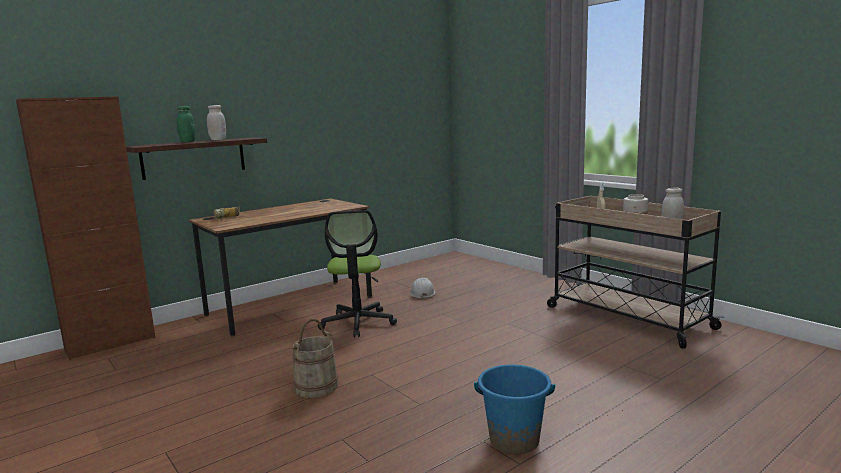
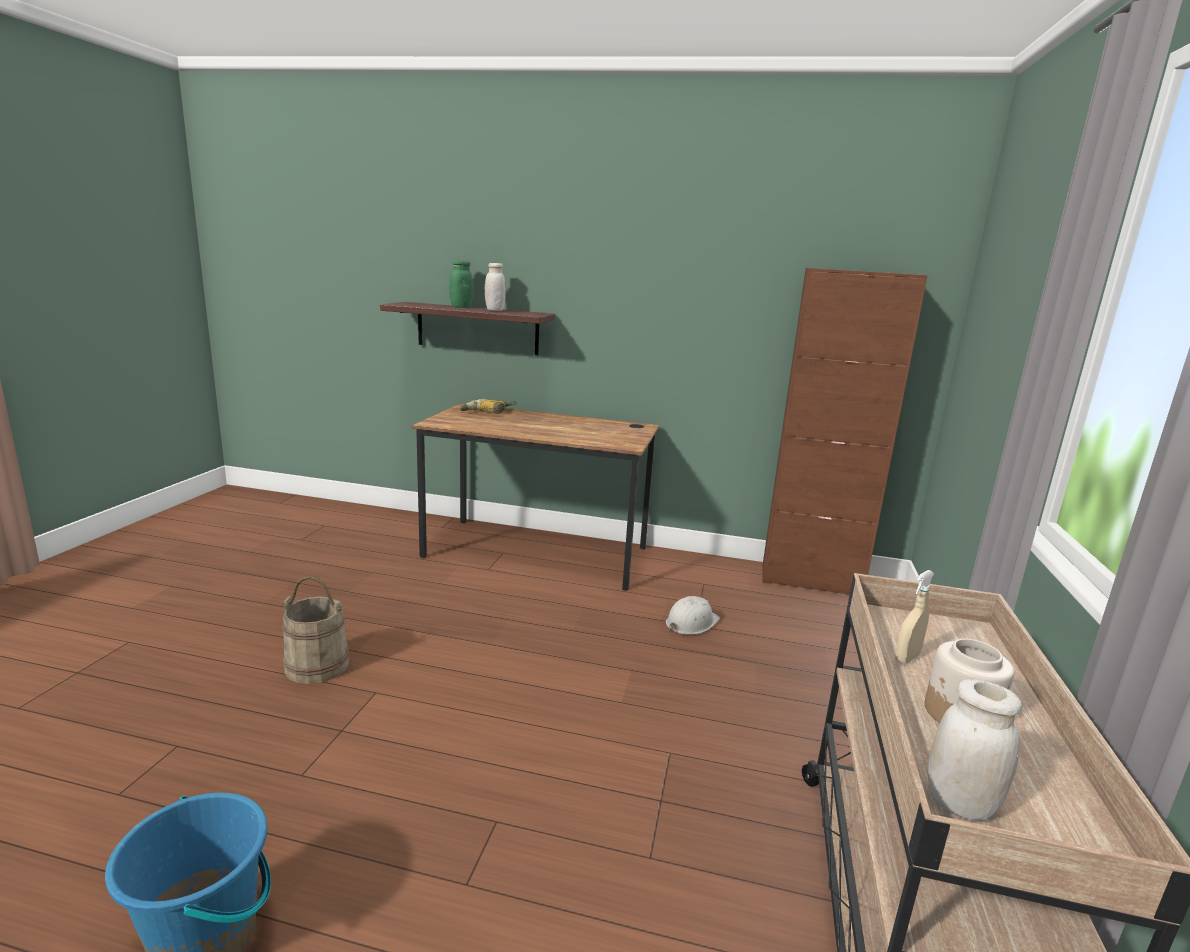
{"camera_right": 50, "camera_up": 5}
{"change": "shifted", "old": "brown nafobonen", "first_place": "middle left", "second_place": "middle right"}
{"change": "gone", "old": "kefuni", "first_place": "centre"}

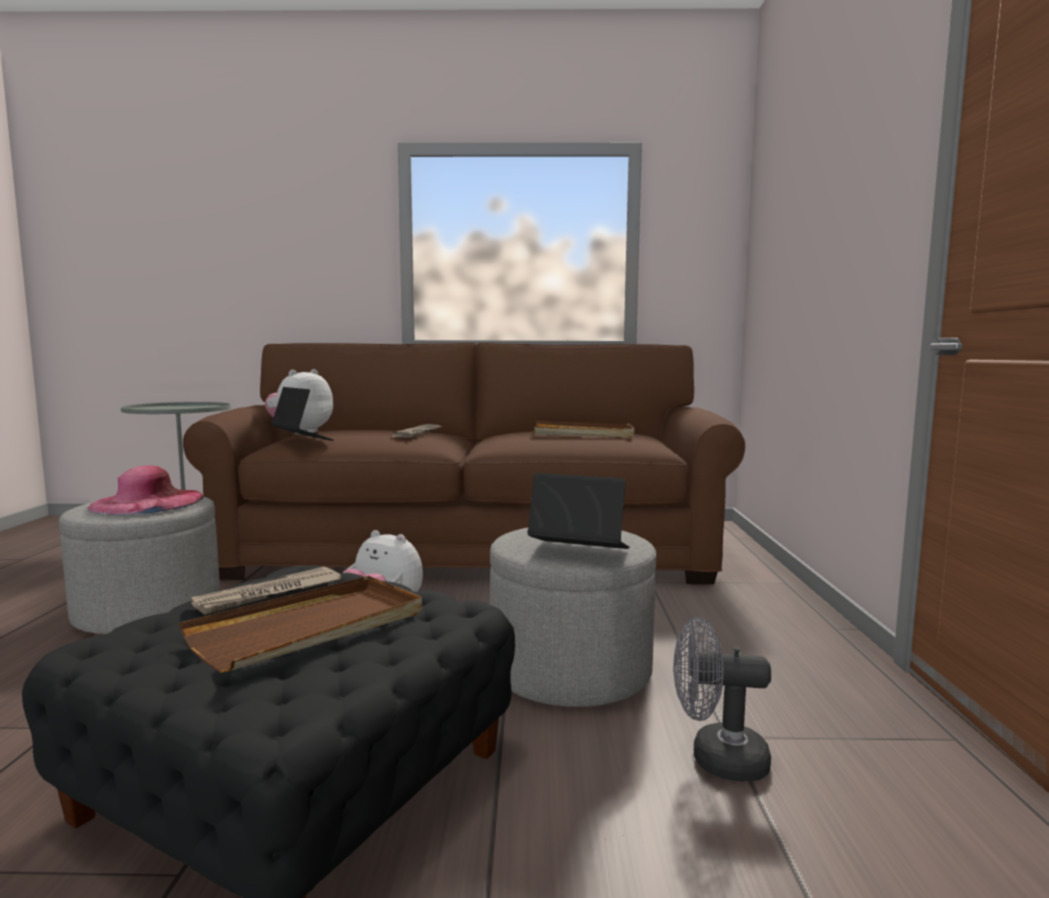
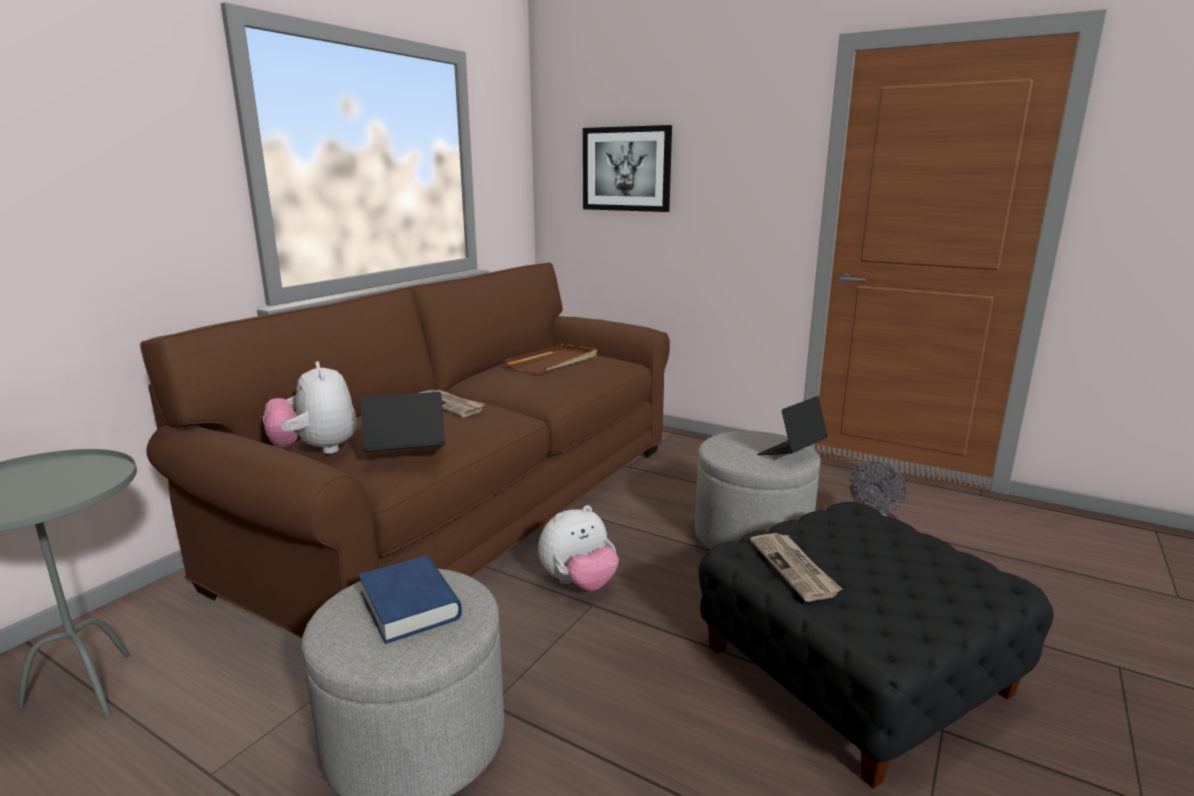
{"camera_right": -60, "camera_up": 10}
{"change": "swapped", "old": "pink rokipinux", "new": "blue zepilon", "first_place": "middle left", "second_place": "bottom centre"}
{"change": "new", "new": "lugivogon", "second_place": "top centre"}
{"change": "gone", "old": "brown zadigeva (no. 1 from left)", "first_place": "bottom left"}

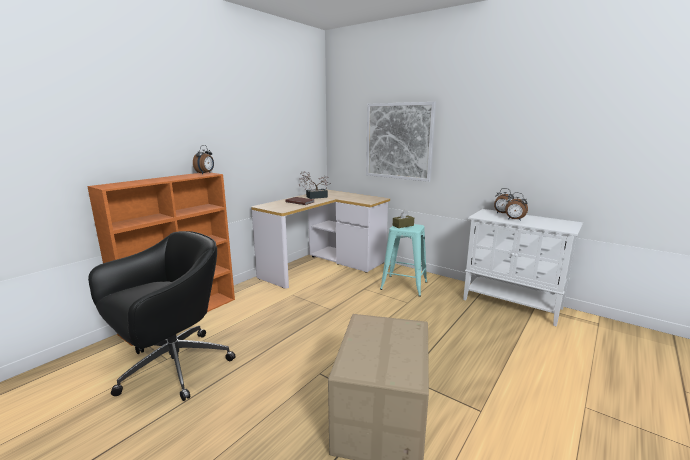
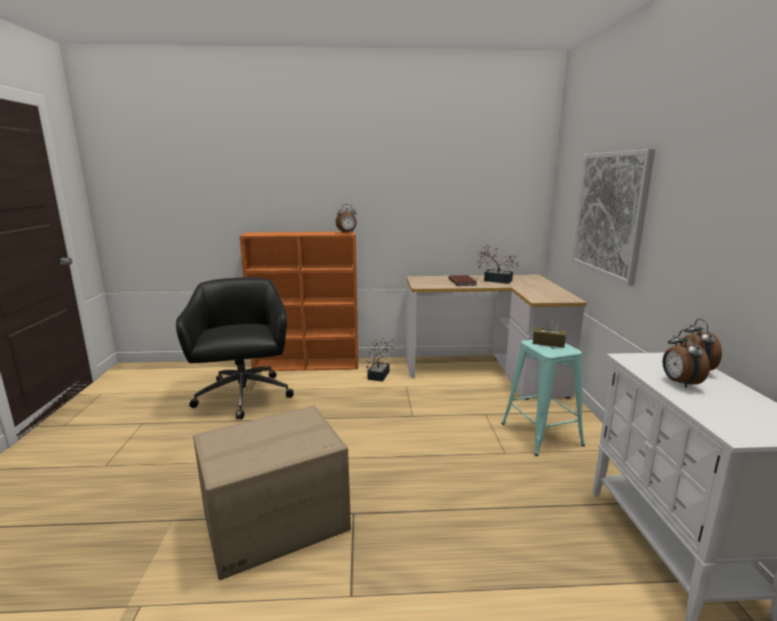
{"camera_right": 50, "camera_up": 0}
{"change": "rotated", "old": "black kefuni", "first_place": "bottom left", "second_place": "middle left", "degrees": -105}
{"change": "new", "new": "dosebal (no. 1 from left)", "second_place": "centre"}

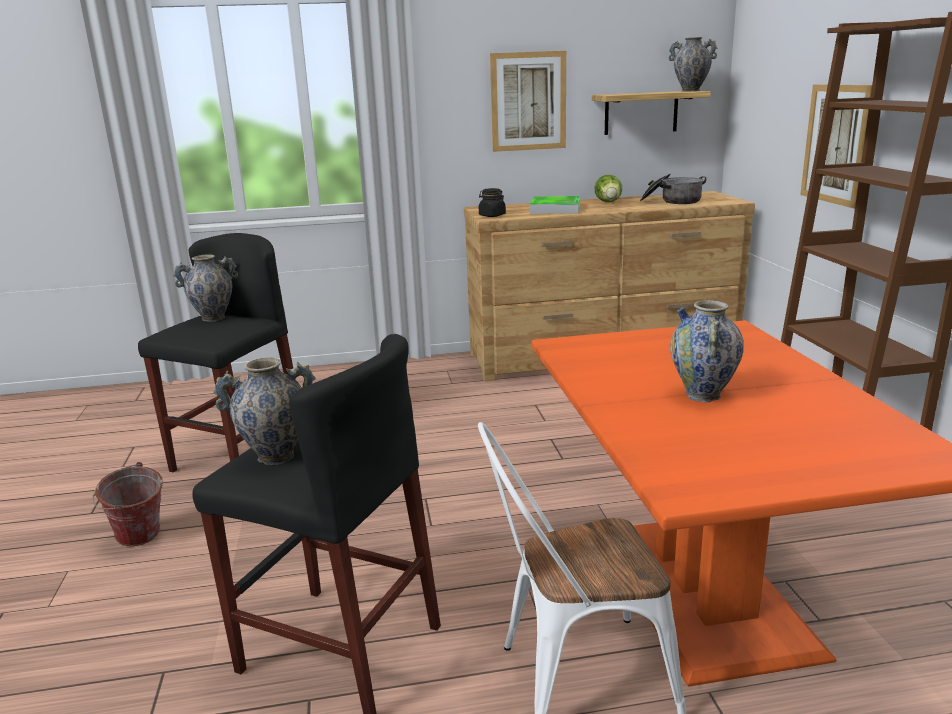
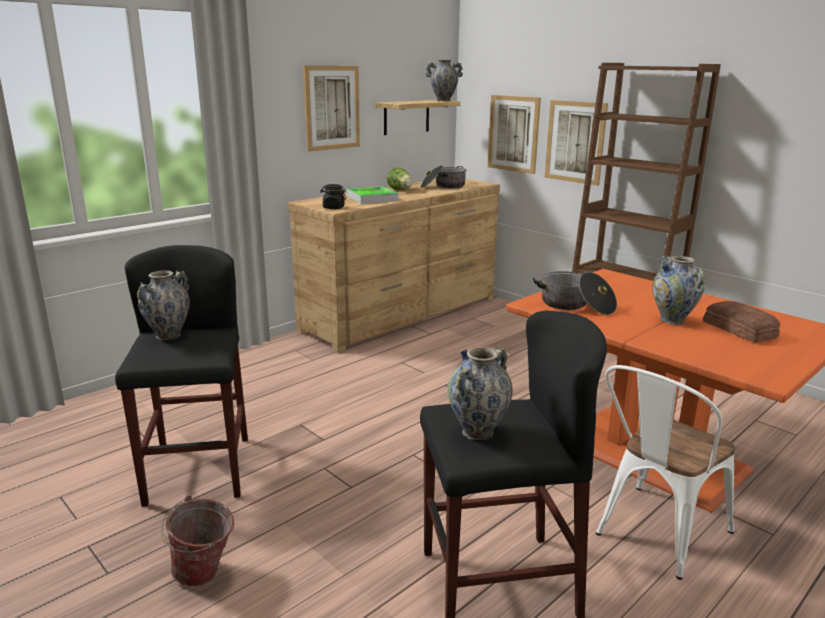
{"camera_right": -35, "camera_up": 0}
{"change": "new", "new": "lugivogon (no. 2 from left)", "second_place": "top centre"}
{"change": "new", "new": "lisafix (no. 2 from left)", "second_place": "middle right"}
{"change": "new", "new": "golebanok", "second_place": "middle right"}

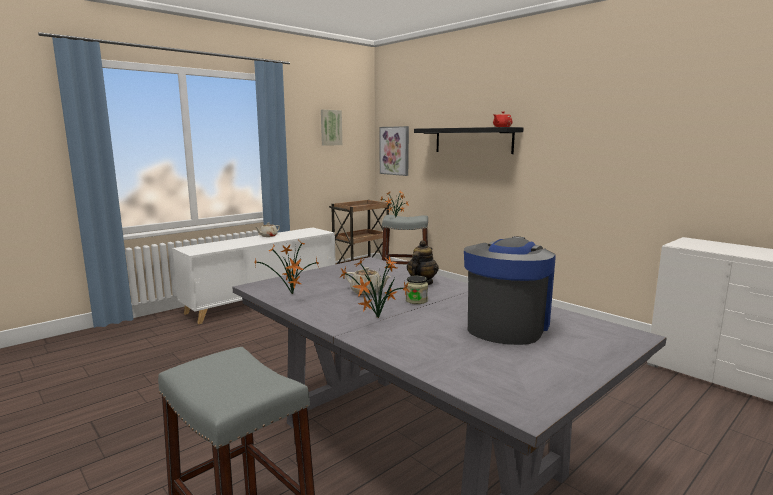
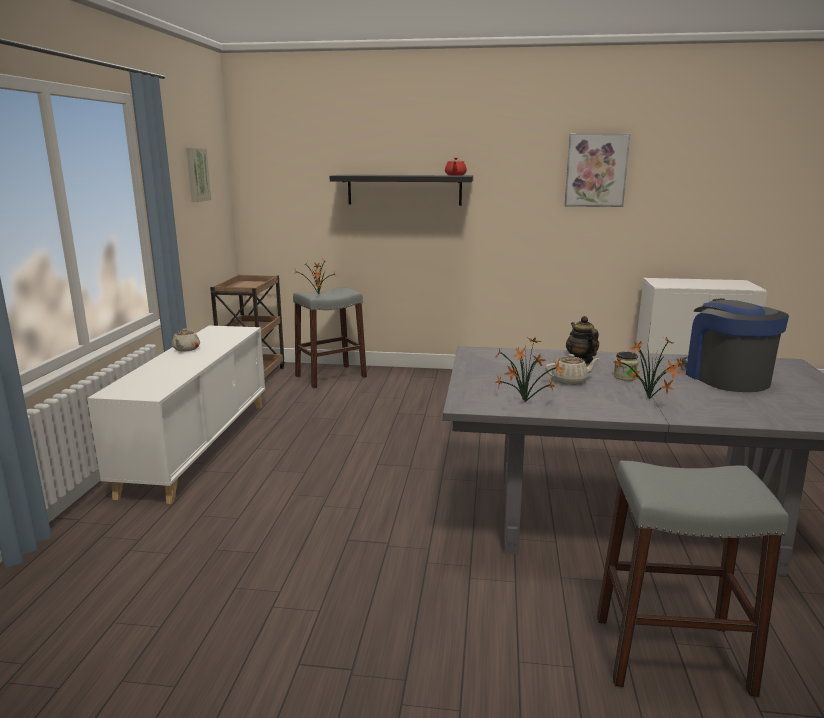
{"camera_right": -40, "camera_up": 5}
{"change": "shifted", "old": "lugivogon (no. 2 from left)", "first_place": "top centre", "second_place": "top right"}

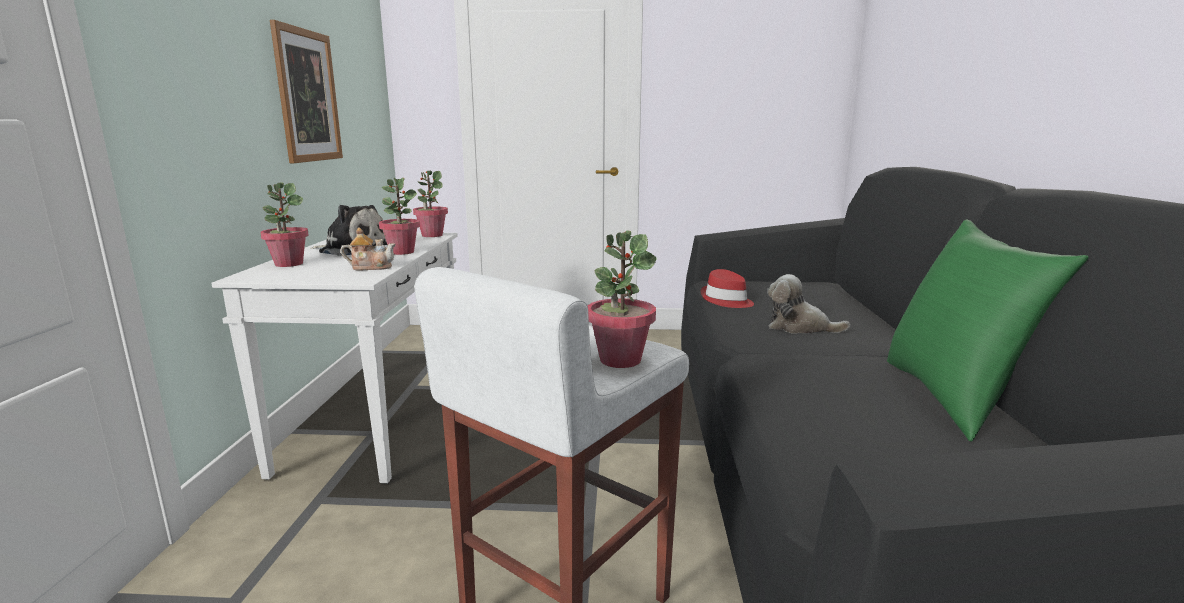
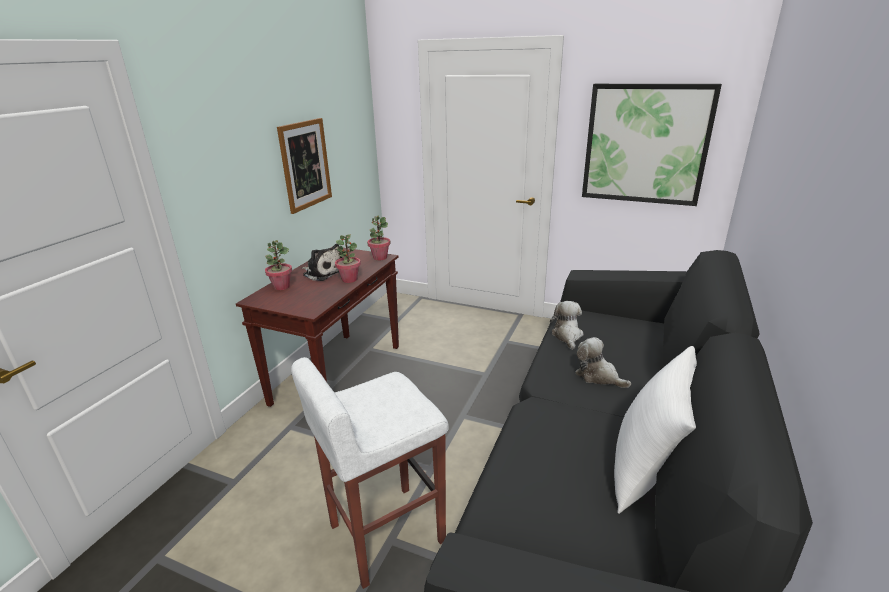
{"camera_right": 20, "camera_up": 10}
{"change": "repainted", "old": "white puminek", "new": "brown puminek", "first_place": "middle left", "second_place": "centre"}
{"change": "swapped", "old": "red rokipinux", "new": "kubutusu (no. 2 from left)", "first_place": "centre", "second_place": "centre"}
{"change": "new", "new": "lugivogon (no. 2 from left)", "second_place": "top right"}
{"change": "repainted", "old": "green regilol", "new": "white regilol", "first_place": "middle right", "second_place": "bottom right"}
{"change": "gone", "old": "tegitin", "first_place": "middle left"}
{"change": "gone", "old": "dosebal (no. 4 from left)", "first_place": "centre"}

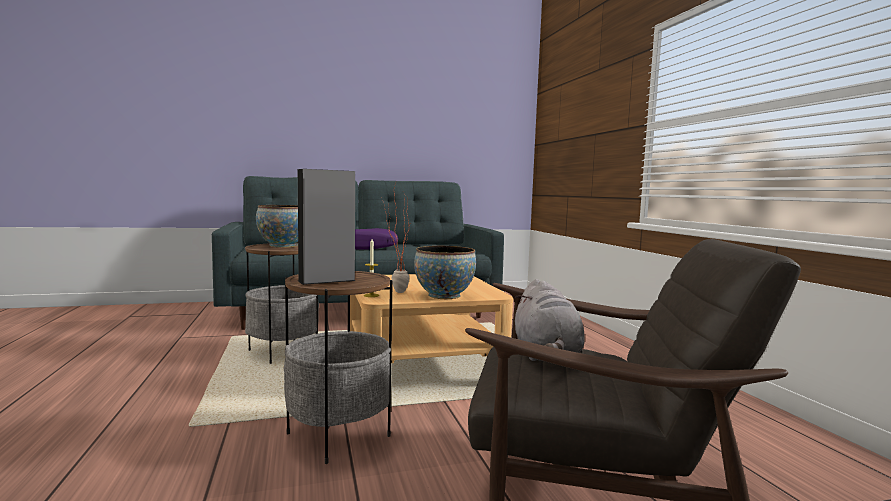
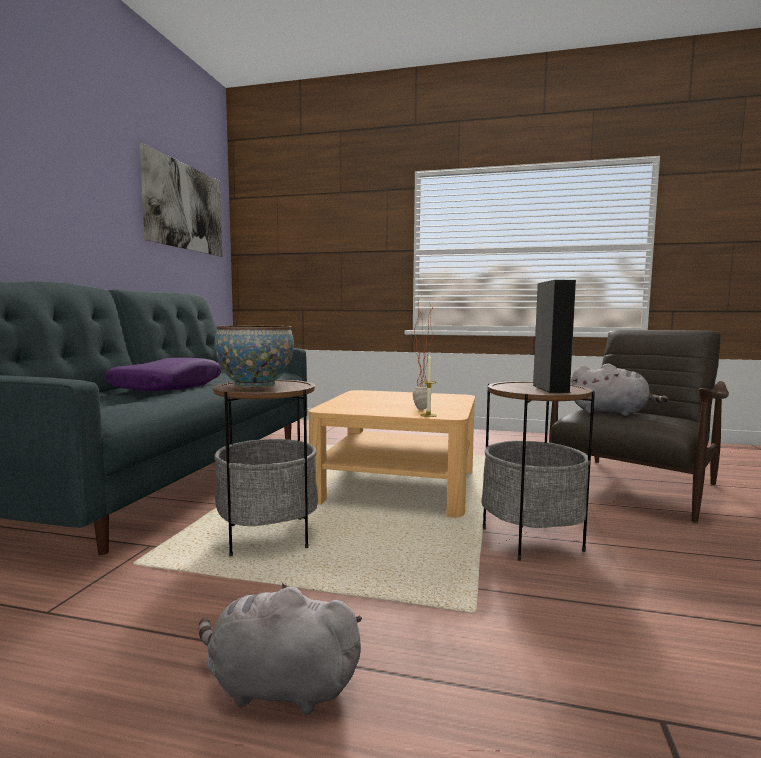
{"camera_right": -60, "camera_up": 0}
{"change": "new", "new": "lugivogon", "second_place": "top left"}
{"change": "new", "new": "grey kubutusu (no. 1 from left)", "second_place": "bottom centre"}
{"change": "gone", "old": "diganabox (no. 2 from left)", "first_place": "centre"}

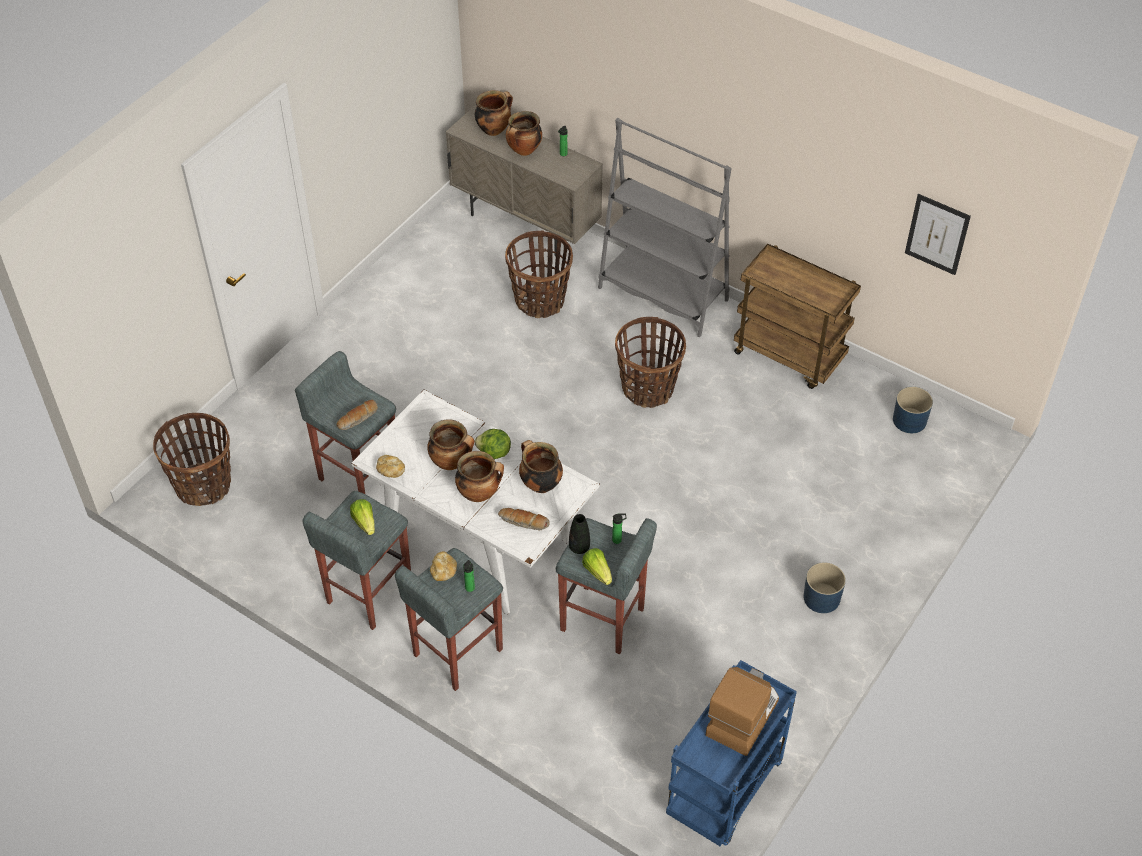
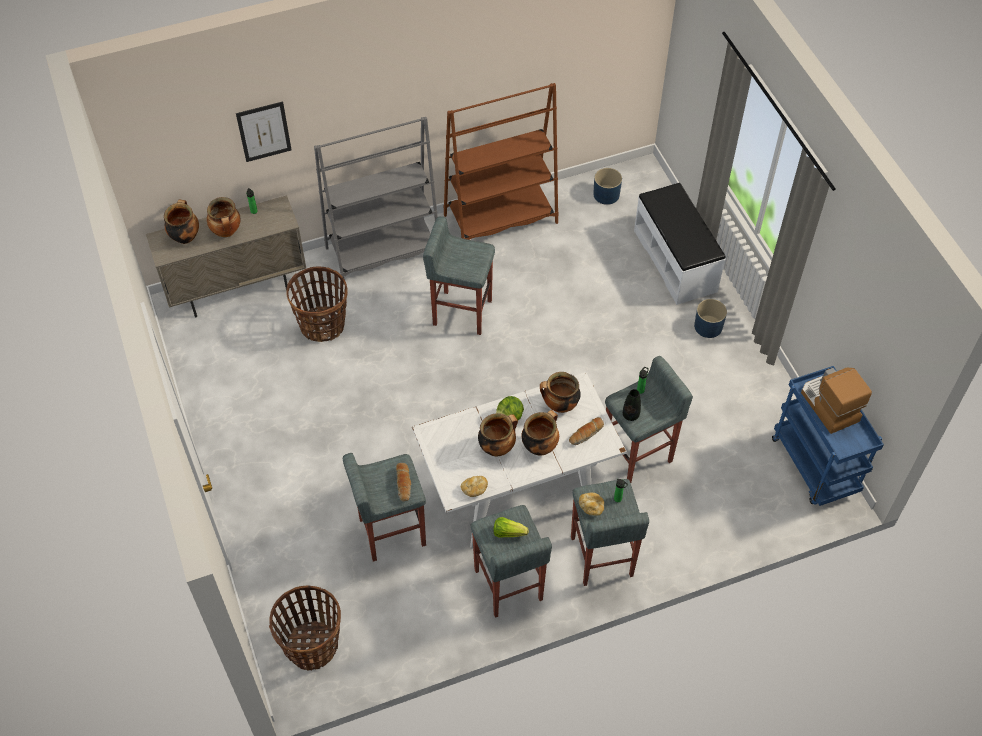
{"camera_right": -55, "camera_up": 5}
{"change": "shifted", "old": "lugivogon", "first_place": "top right", "second_place": "top left"}
{"change": "swapped", "old": "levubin (no. 3 from left)", "new": "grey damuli (no. 2 from left)", "first_place": "centre", "second_place": "centre"}
{"change": "swapped", "old": "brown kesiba", "new": "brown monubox", "first_place": "middle right", "second_place": "top centre"}
{"change": "new", "new": "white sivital", "second_place": "top right"}
{"change": "gone", "old": "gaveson (no. 3 from left)", "first_place": "centre"}

